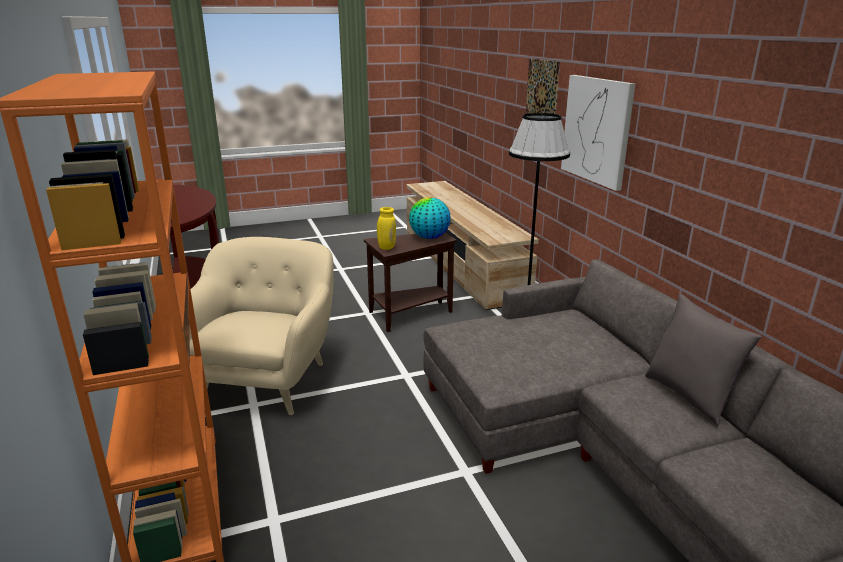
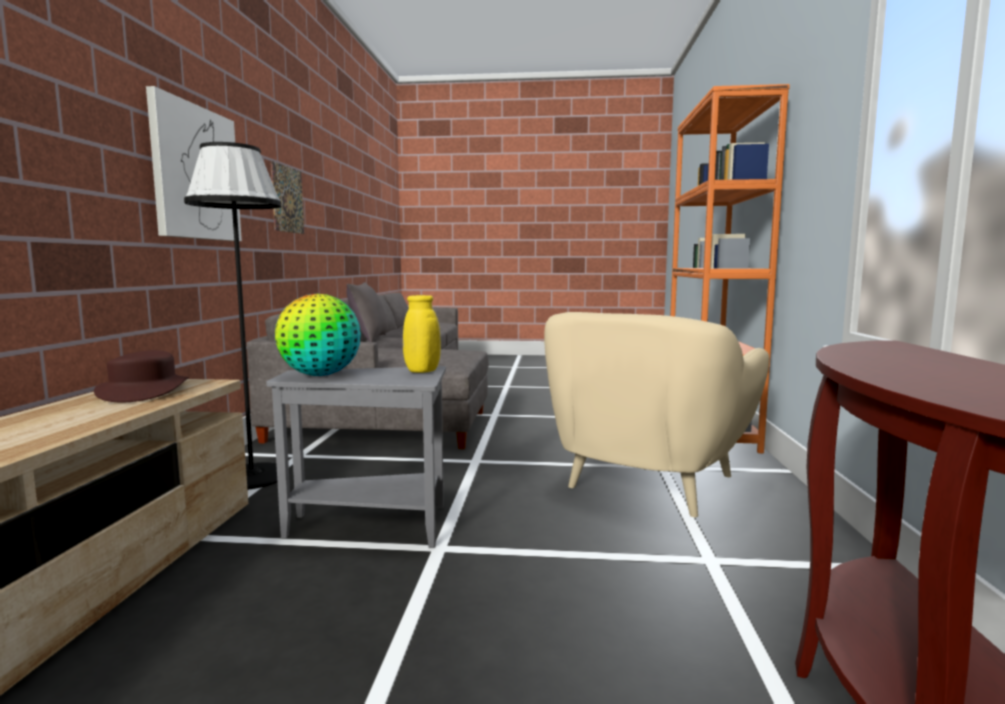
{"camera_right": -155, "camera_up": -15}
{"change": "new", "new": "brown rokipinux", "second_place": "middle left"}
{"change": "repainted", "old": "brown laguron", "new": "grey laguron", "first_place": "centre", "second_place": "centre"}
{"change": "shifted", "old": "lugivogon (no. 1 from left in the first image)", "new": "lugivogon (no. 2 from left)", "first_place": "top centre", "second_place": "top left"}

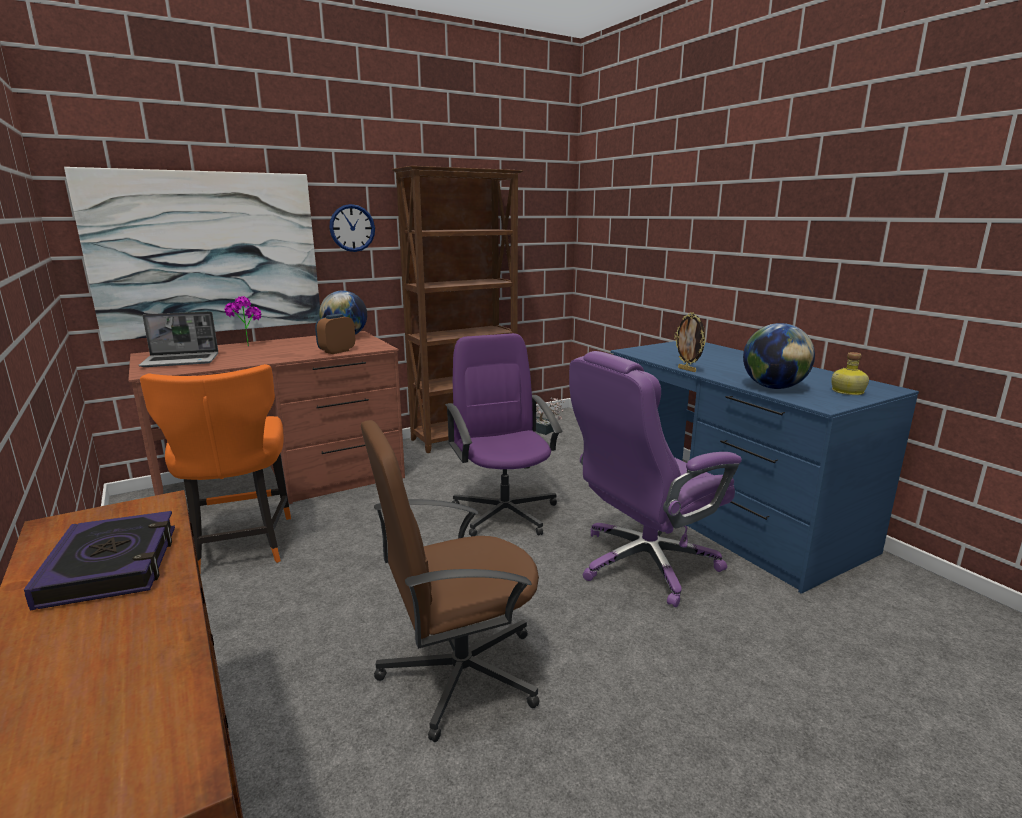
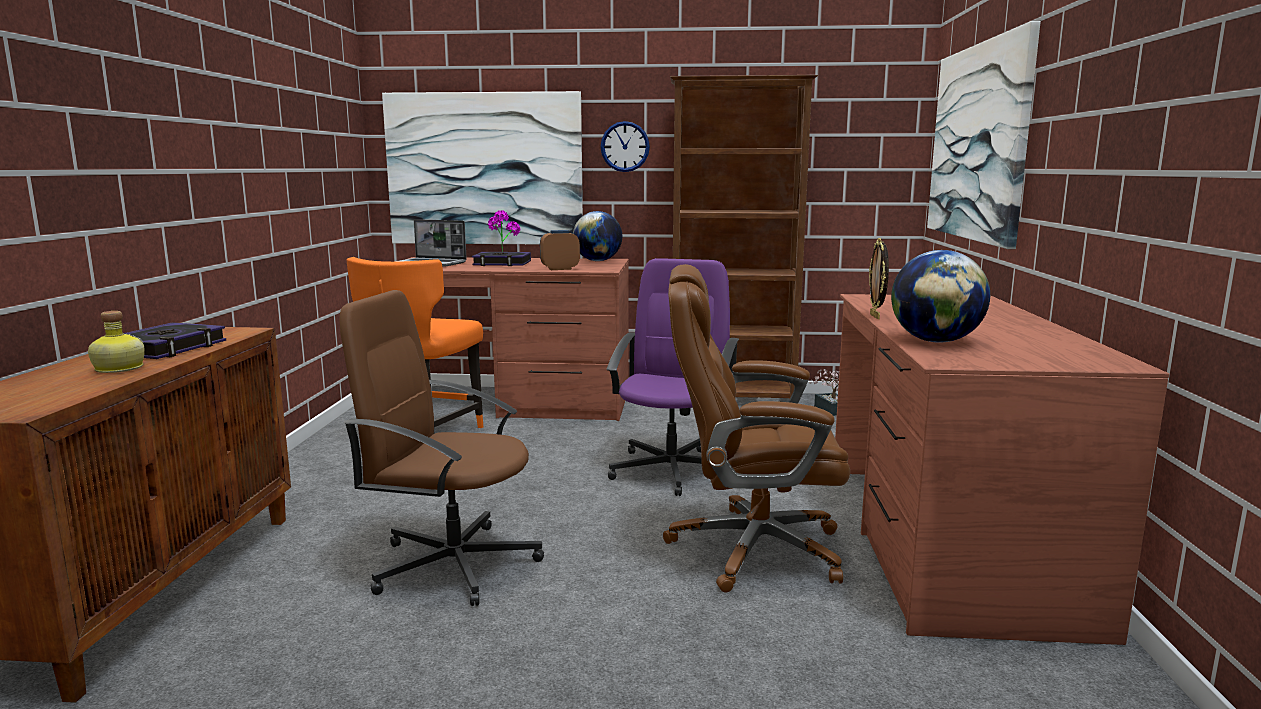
{"camera_right": 35, "camera_up": -5}
{"change": "shifted", "old": "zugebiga", "first_place": "middle right", "second_place": "middle left"}
{"change": "new", "new": "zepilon (no. 2 from left)", "second_place": "centre"}
{"change": "repainted", "old": "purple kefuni (no. 2 from left)", "new": "brown kefuni (no. 2 from left)", "first_place": "centre", "second_place": "centre"}
{"change": "repainted", "old": "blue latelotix", "new": "brown latelotix (no. 2 from left)", "first_place": "middle right", "second_place": "middle right"}
{"change": "new", "new": "lugivogon (no. 2 from left)", "second_place": "top right"}

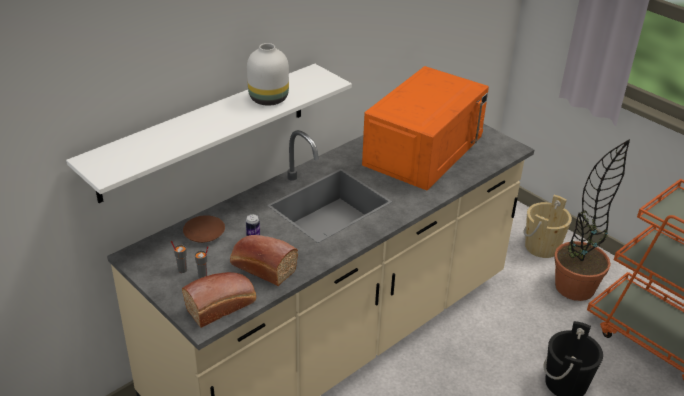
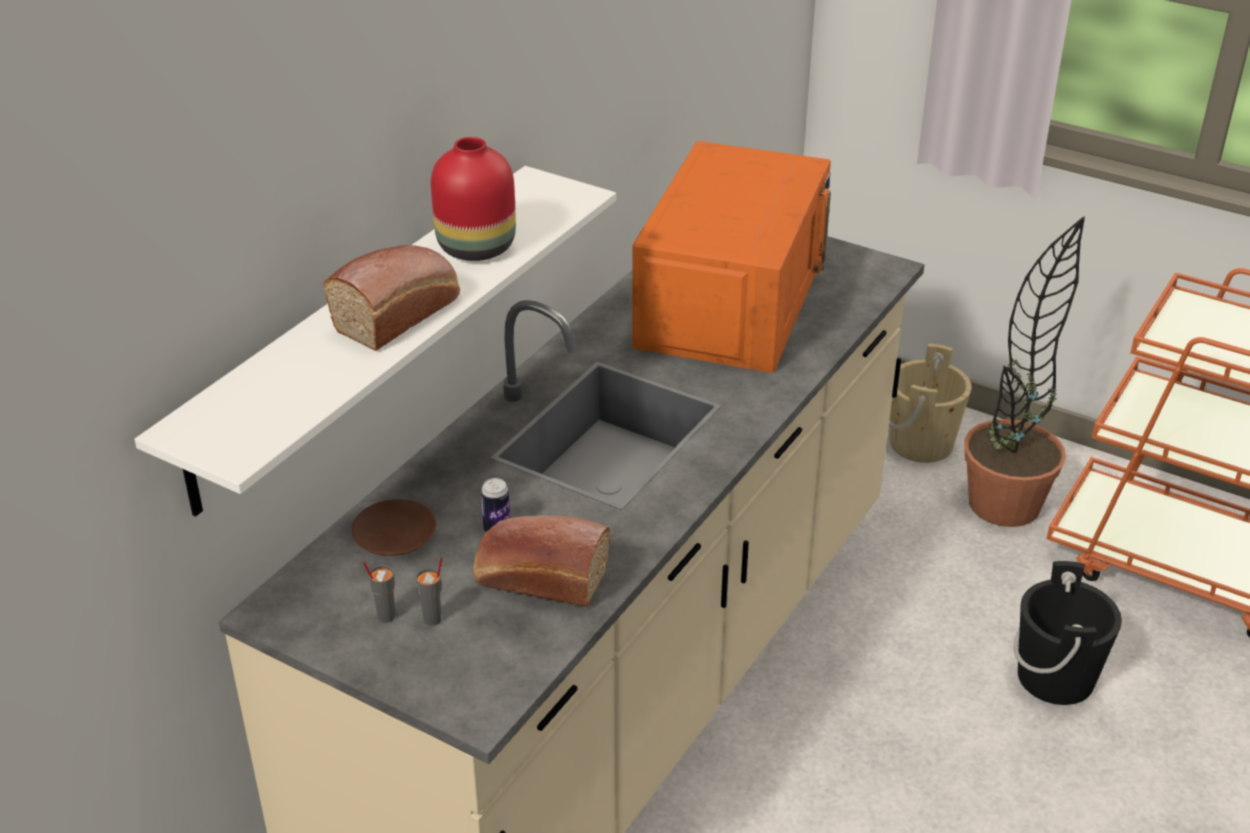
{"camera_right": -15, "camera_up": 0}
{"change": "shifted", "old": "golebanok (no. 1 from left)", "first_place": "bottom left", "second_place": "middle left"}
{"change": "repainted", "old": "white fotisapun", "new": "red fotisapun", "first_place": "top centre", "second_place": "top centre"}

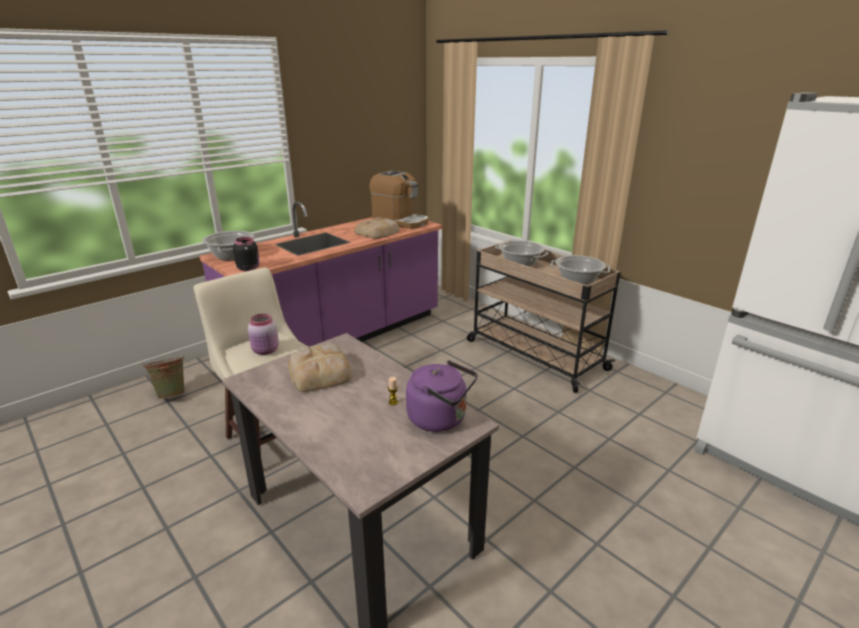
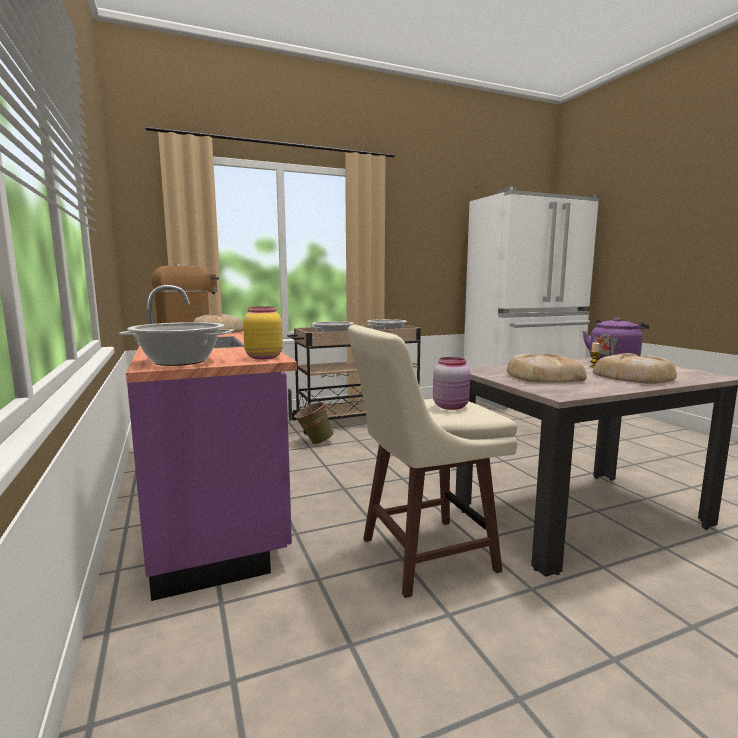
{"camera_right": -70, "camera_up": -15}
{"change": "repainted", "old": "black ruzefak", "new": "yellow ruzefak", "first_place": "middle left", "second_place": "centre"}
{"change": "shifted", "old": "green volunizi", "first_place": "middle left", "second_place": "centre"}
{"change": "new", "new": "golebanok (no. 3 from left)", "second_place": "middle right"}

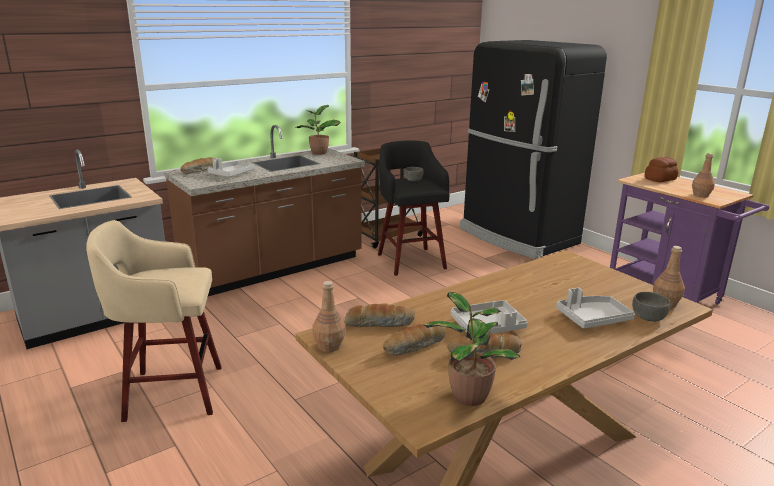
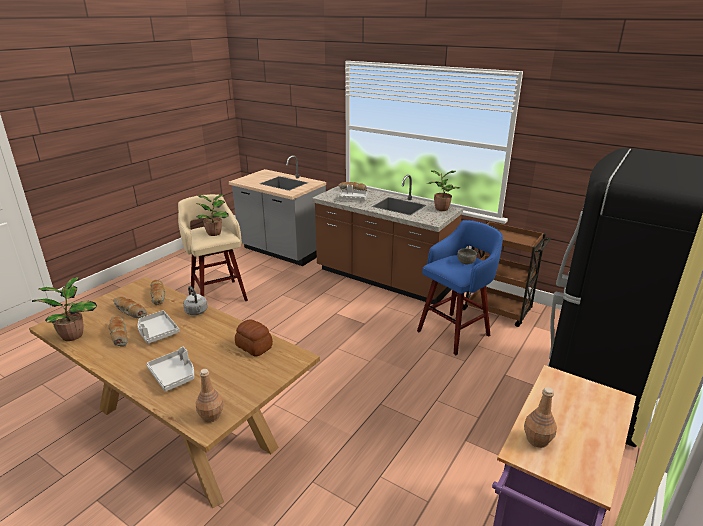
{"camera_right": 70, "camera_up": 5}
{"change": "new", "new": "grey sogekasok", "second_place": "middle left"}
{"change": "new", "new": "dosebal (no. 2 from left)", "second_place": "middle left"}
{"change": "shifted", "old": "golebanok (no. 5 from left in the first image)", "new": "golebanok (no. 4 from left)", "first_place": "middle right", "second_place": "centre"}
{"change": "repainted", "old": "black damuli", "new": "blue damuli", "first_place": "centre", "second_place": "centre"}
{"change": "gone", "old": "brown zugebiga (no. 1 from left)", "first_place": "centre"}
{"change": "gone", "old": "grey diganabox (no. 2 from left)", "first_place": "middle right"}

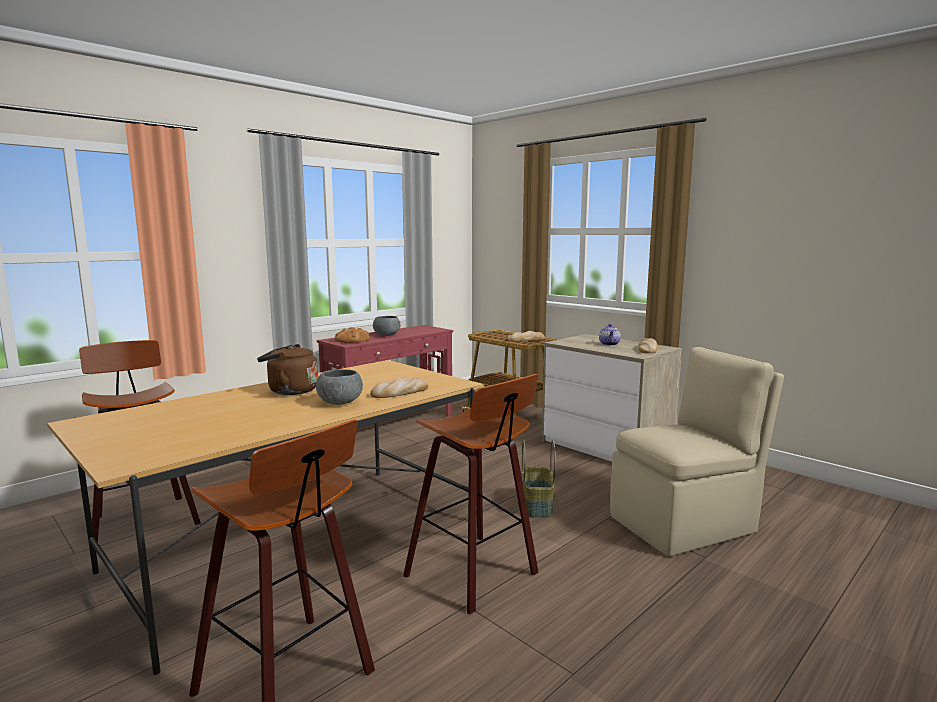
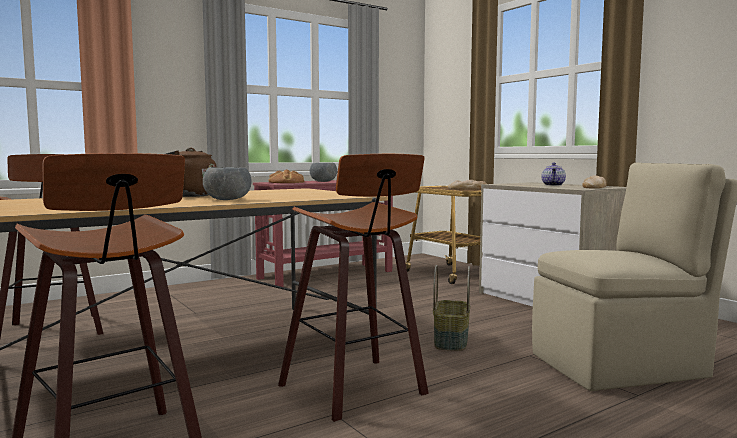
{"camera_right": 10, "camera_up": -5}
{"change": "gone", "old": "golebanok (no. 2 from left)", "first_place": "centre"}

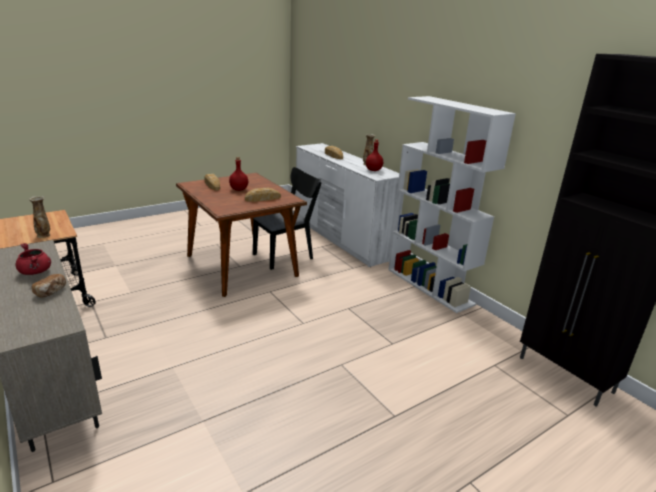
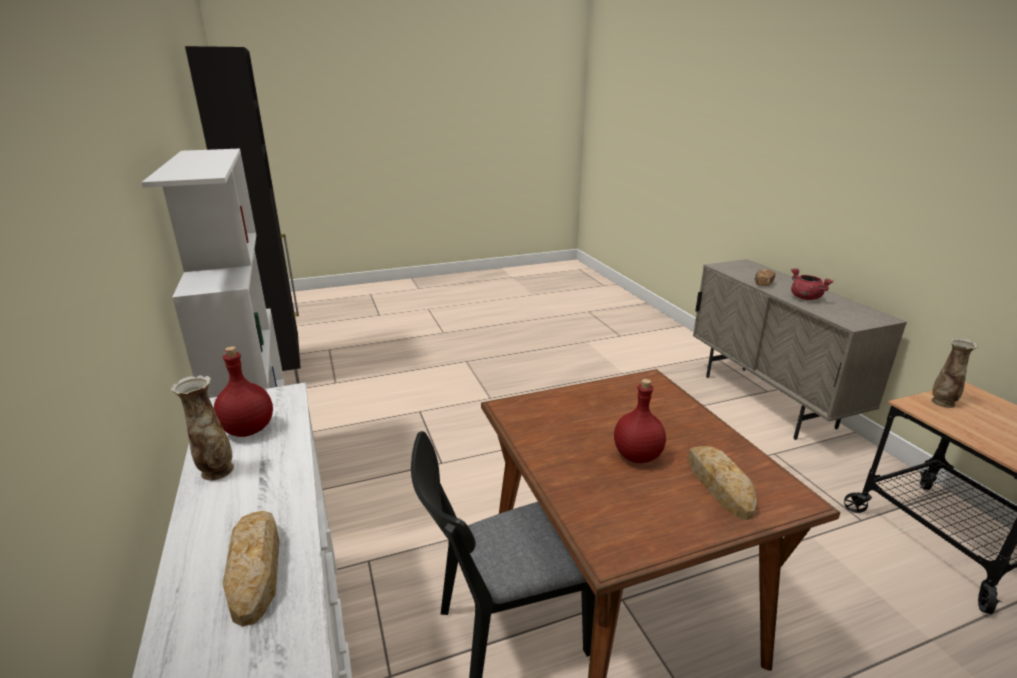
{"camera_right": -165, "camera_up": 0}
{"change": "gone", "old": "golebanok (no. 3 from left)", "first_place": "centre"}

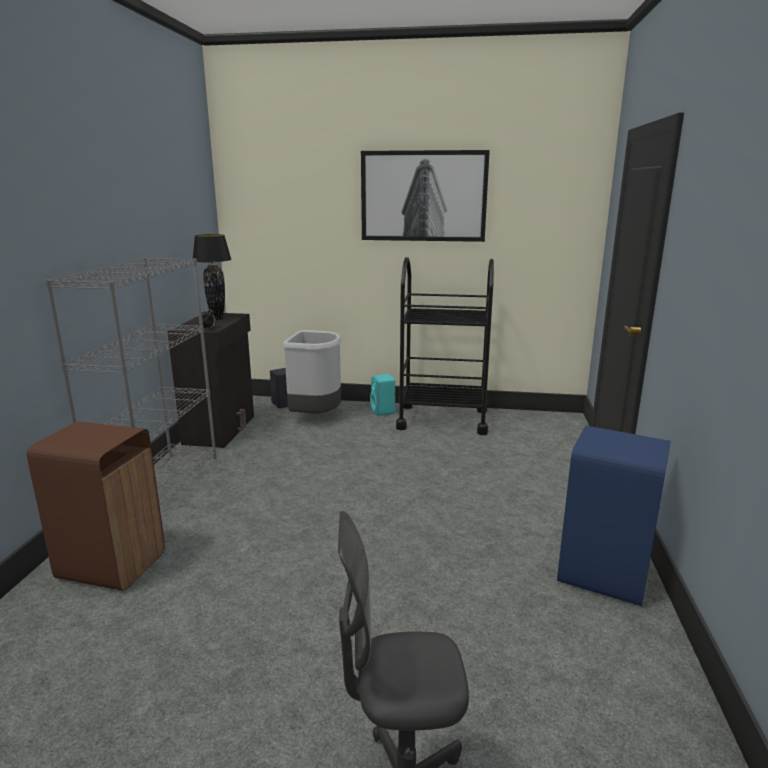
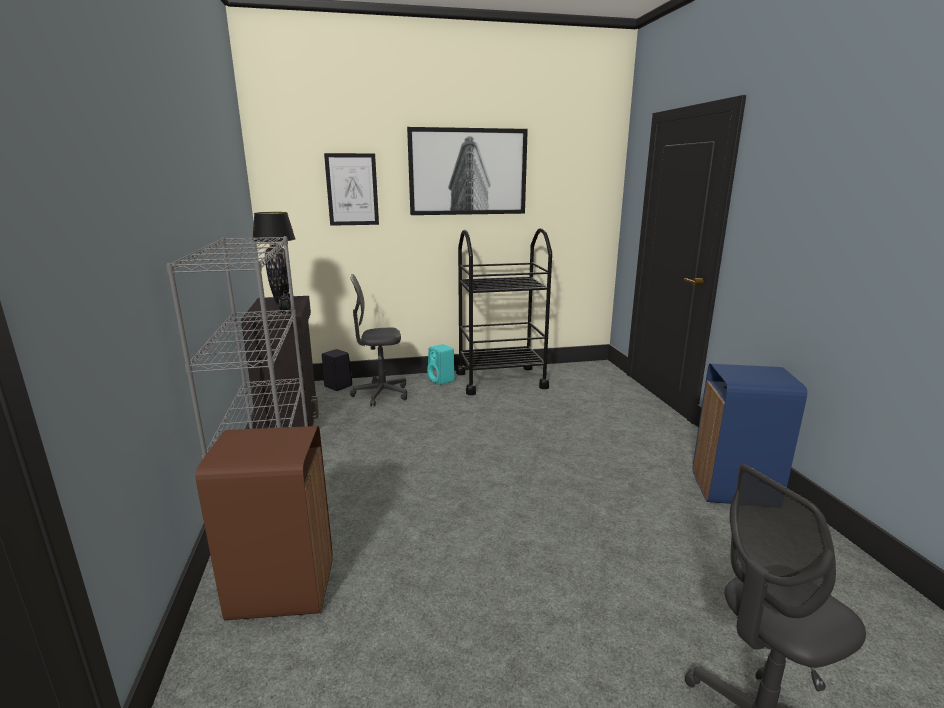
{"camera_right": -20, "camera_up": 0}
{"change": "new", "new": "lugivogon (no. 1 from left)", "second_place": "top centre"}
{"change": "swapped", "old": "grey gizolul", "new": "grey kefuni (no. 1 from left)", "first_place": "centre", "second_place": "centre"}

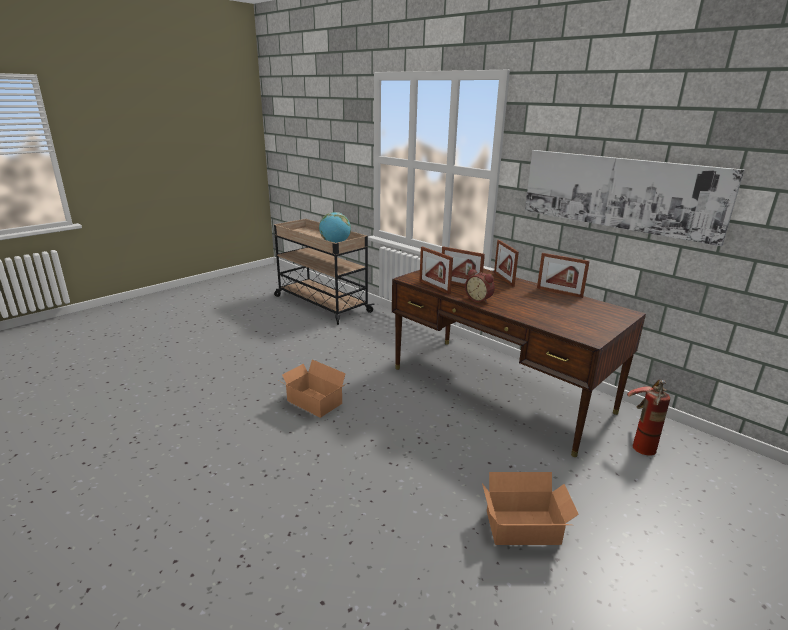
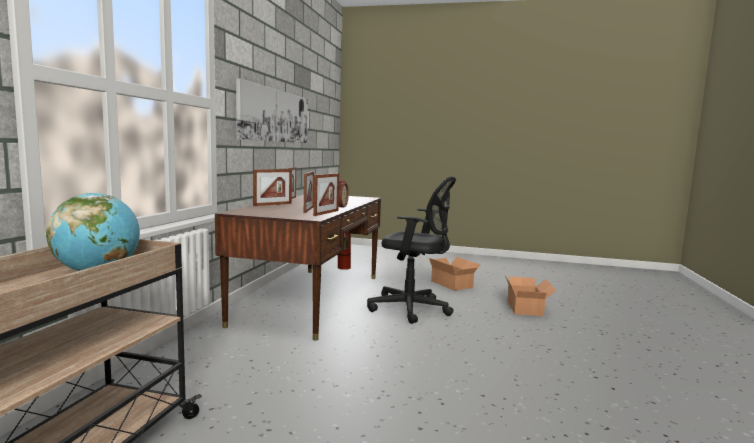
{"camera_right": -120, "camera_up": -15}
{"change": "new", "new": "black kefuni", "second_place": "centre"}
{"change": "shifted", "old": "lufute (no. 1 from left in the first image)", "new": "lufute (no. 2 from left)", "first_place": "centre", "second_place": "middle right"}

